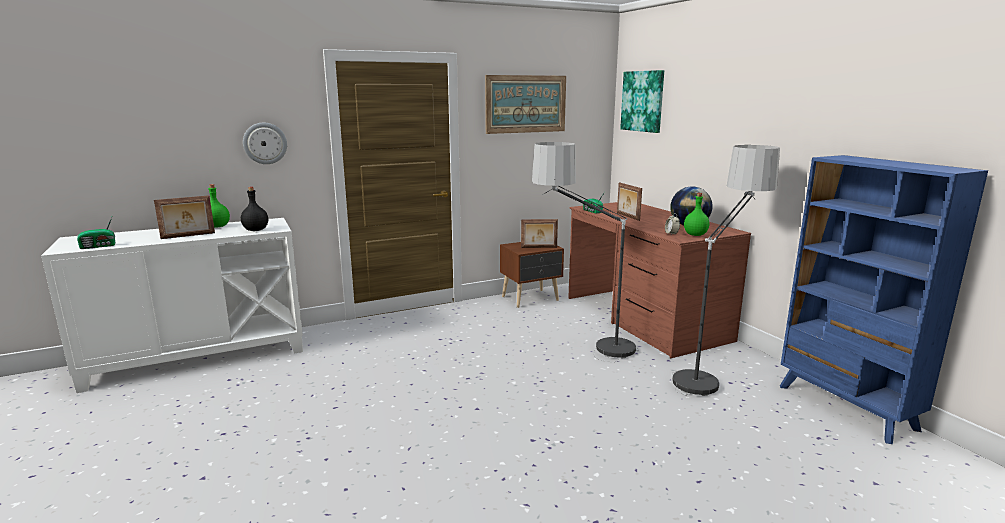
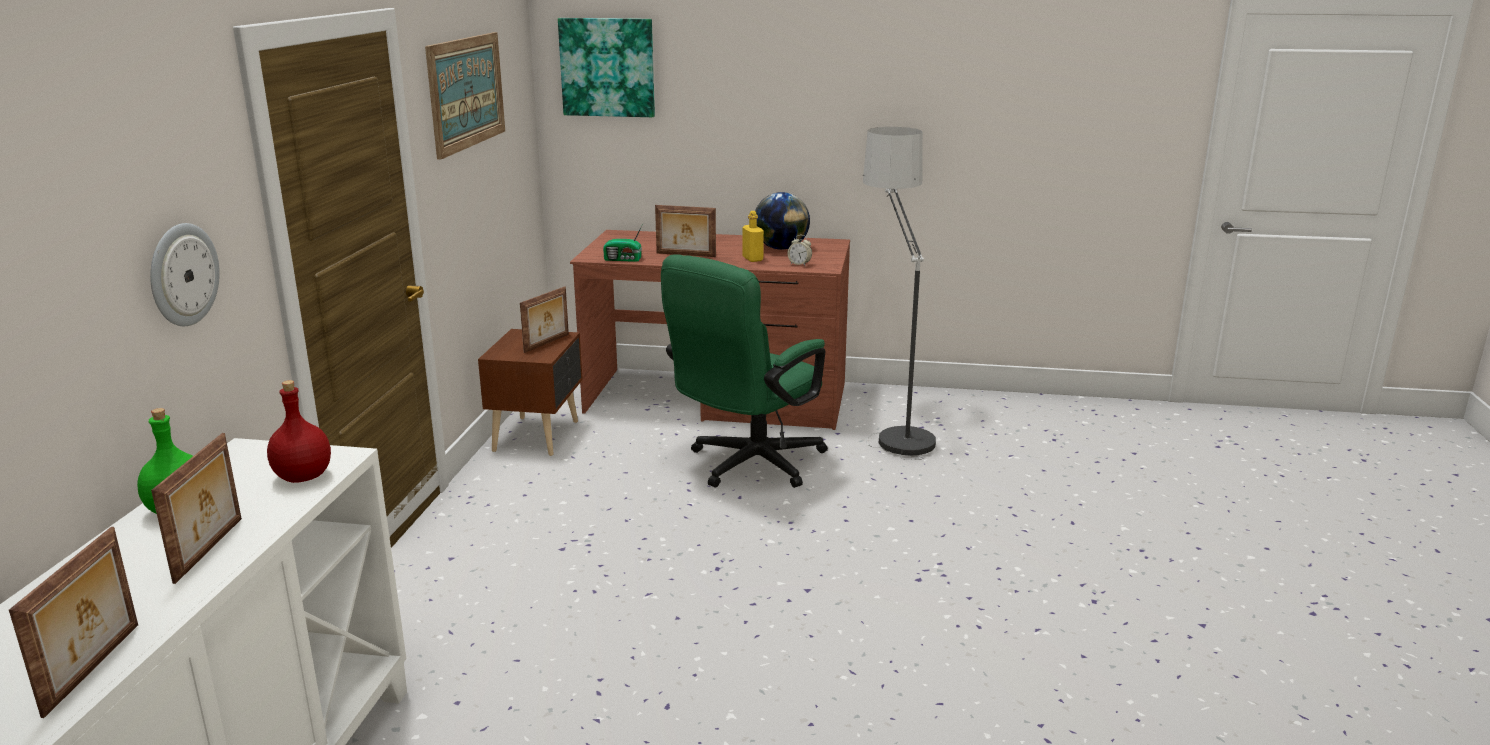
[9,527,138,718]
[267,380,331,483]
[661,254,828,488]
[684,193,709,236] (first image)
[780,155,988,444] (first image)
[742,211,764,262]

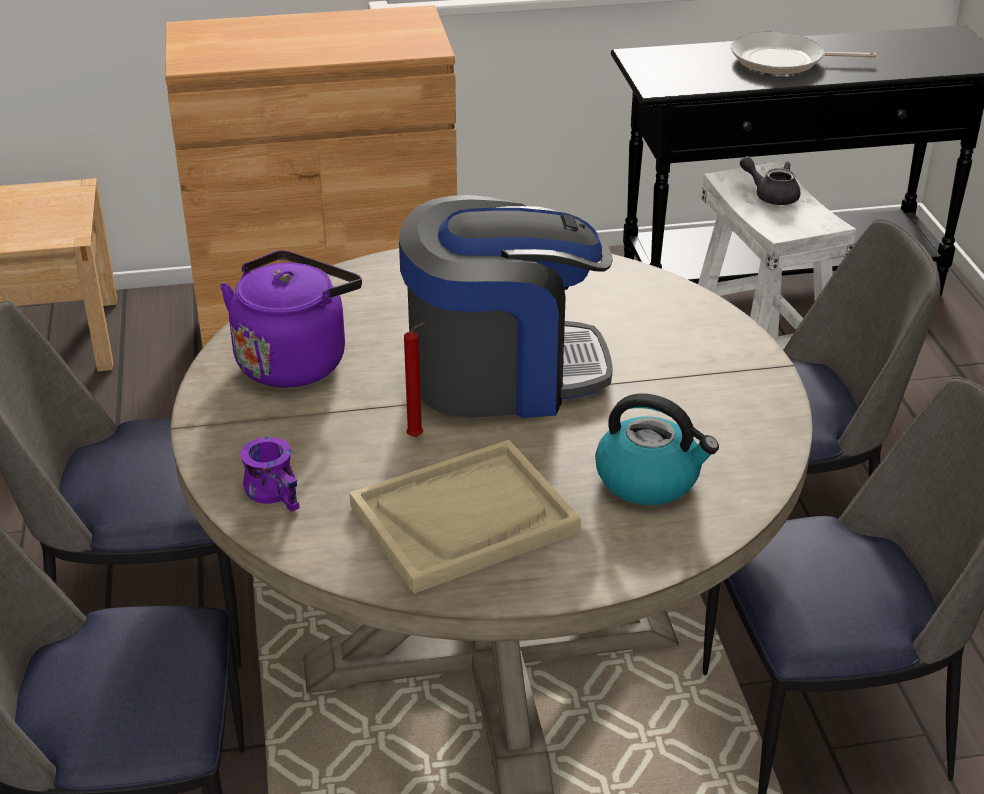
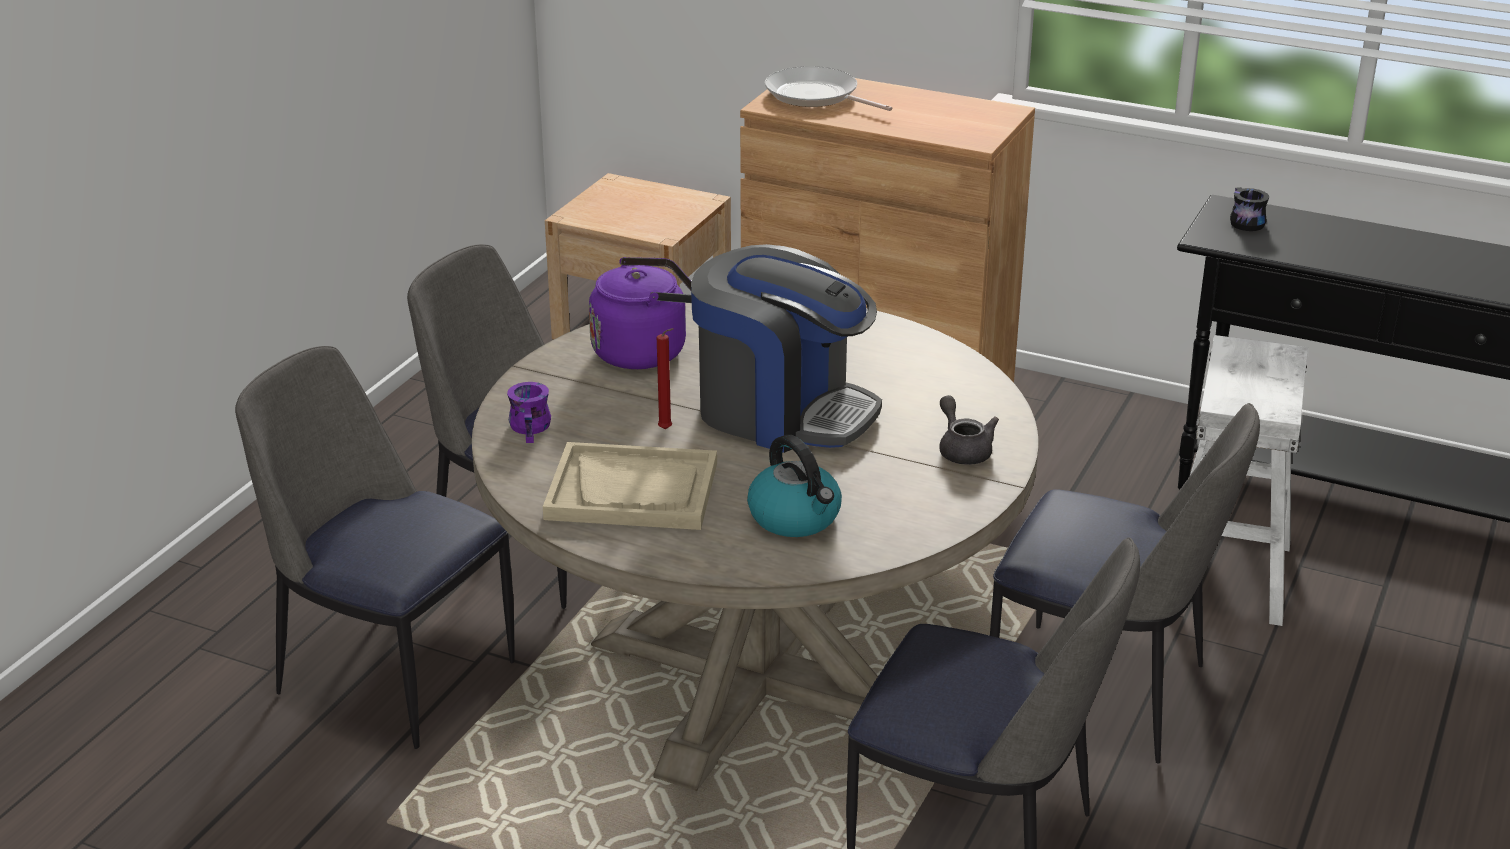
[765,66,893,111]
[939,395,999,465]
[1230,187,1269,231]

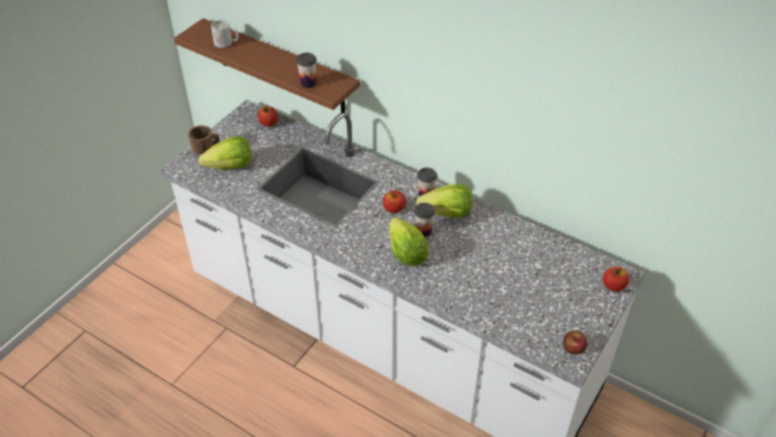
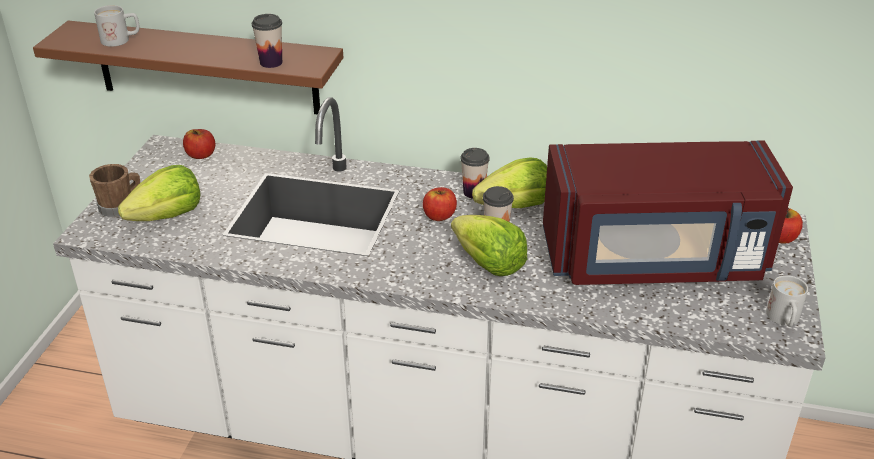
[766,275,808,327]
[543,140,793,285]

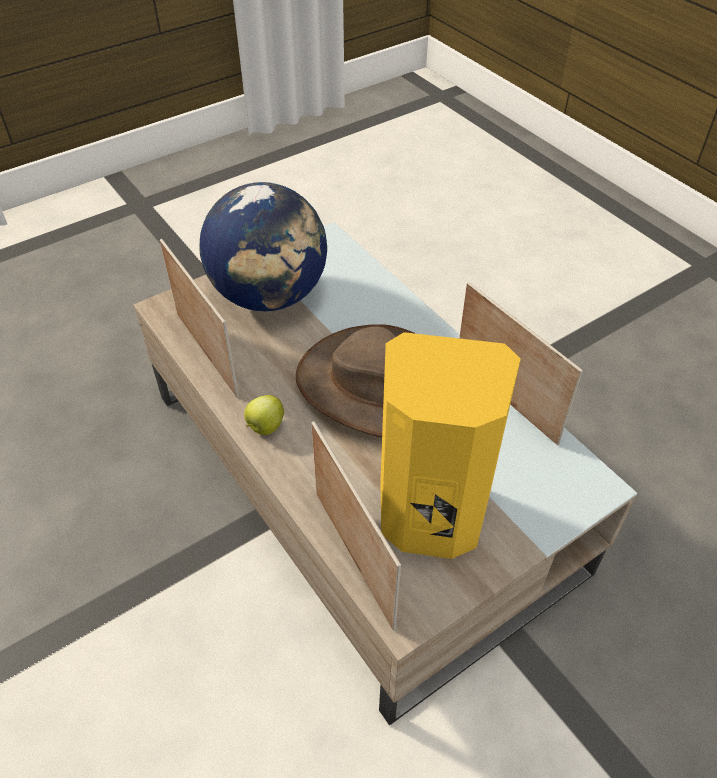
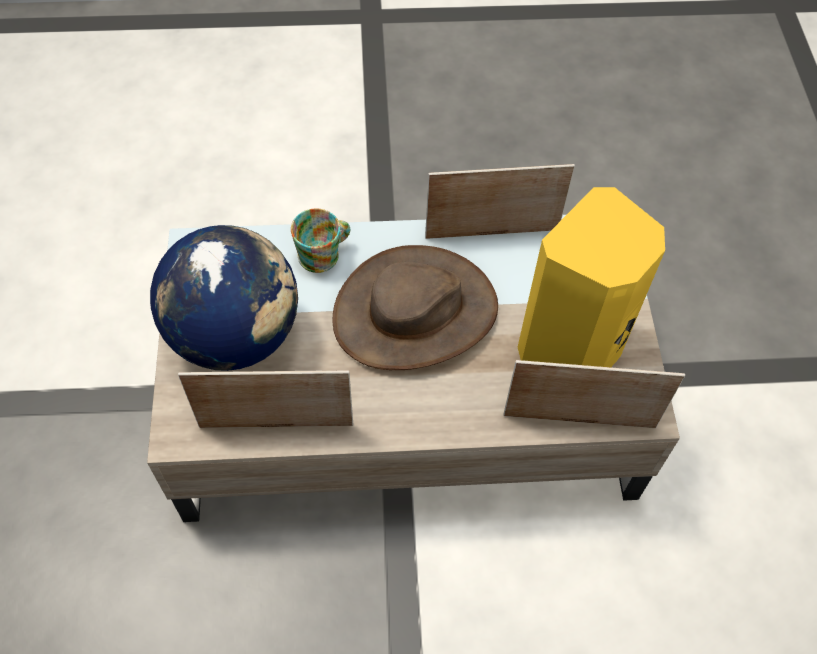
[244,395,284,435] (first image)
[291,209,350,273]

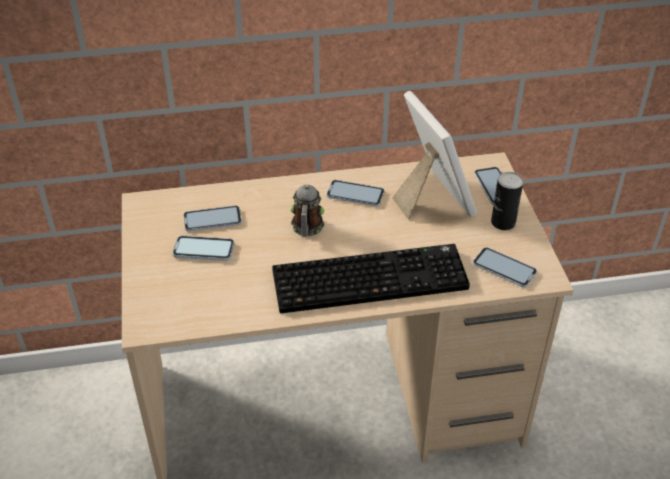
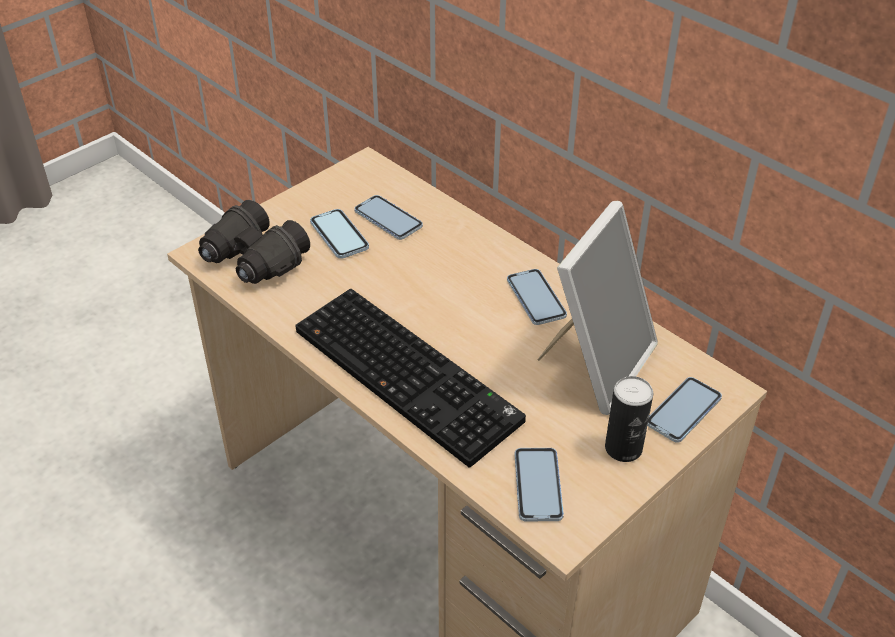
[291,185,325,237] (first image)
[198,200,310,284]

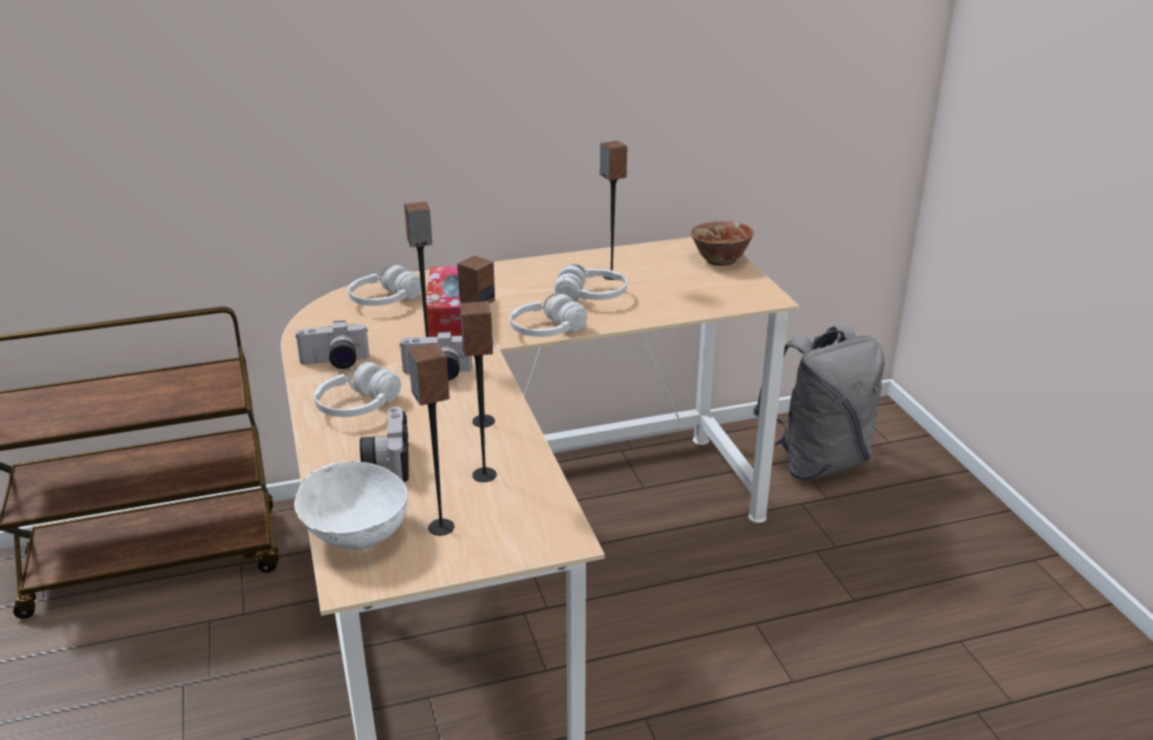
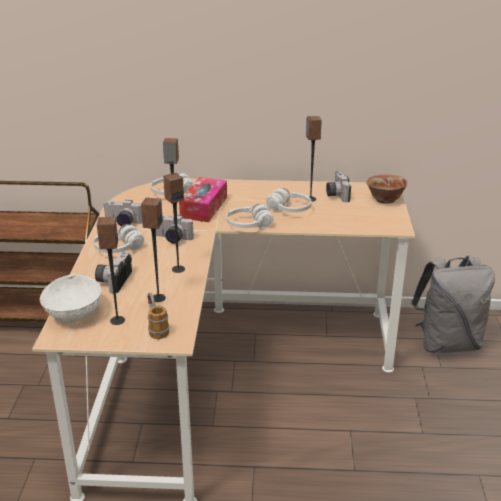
[147,292,169,339]
[326,171,351,202]

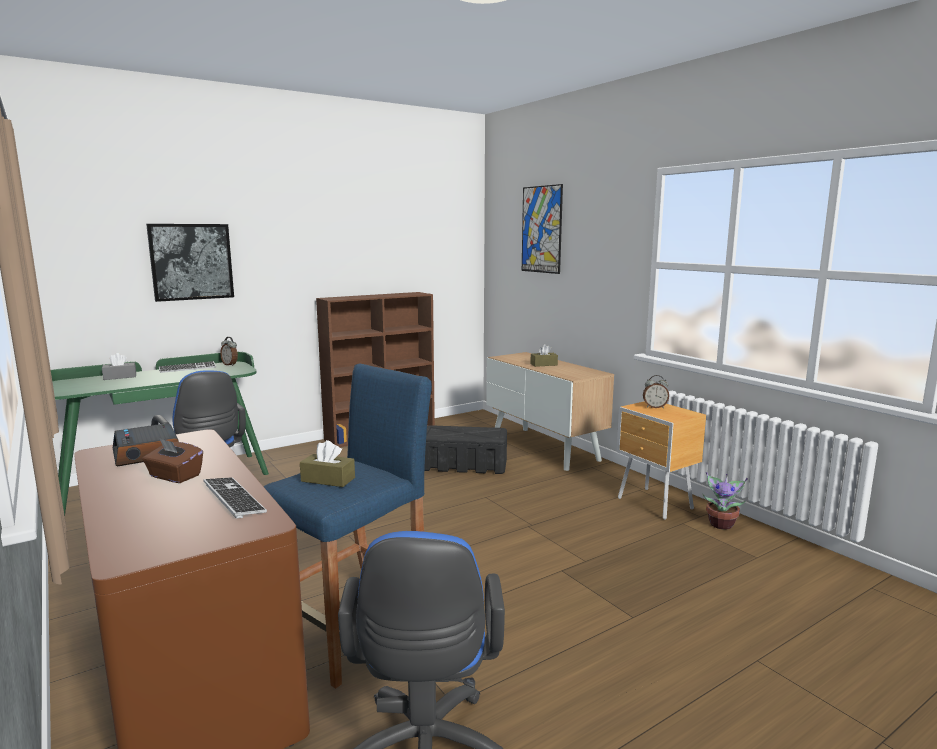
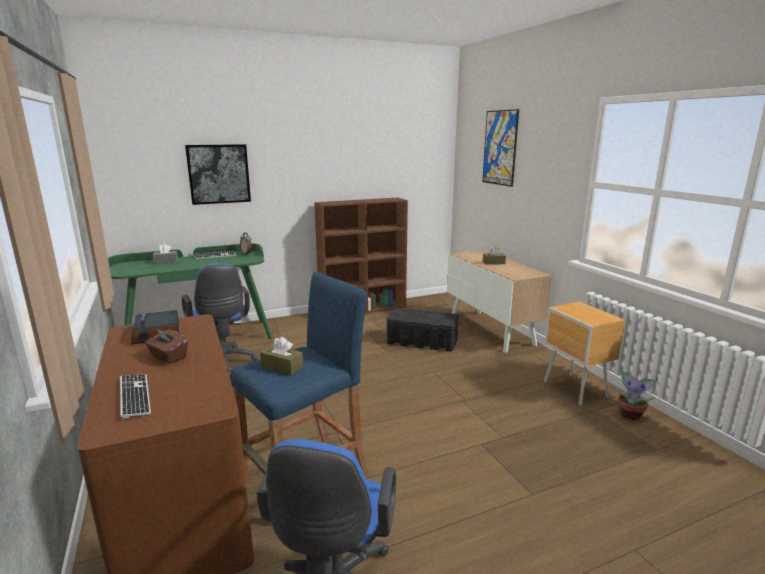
[120,374,151,419]
[643,375,669,408] (first image)

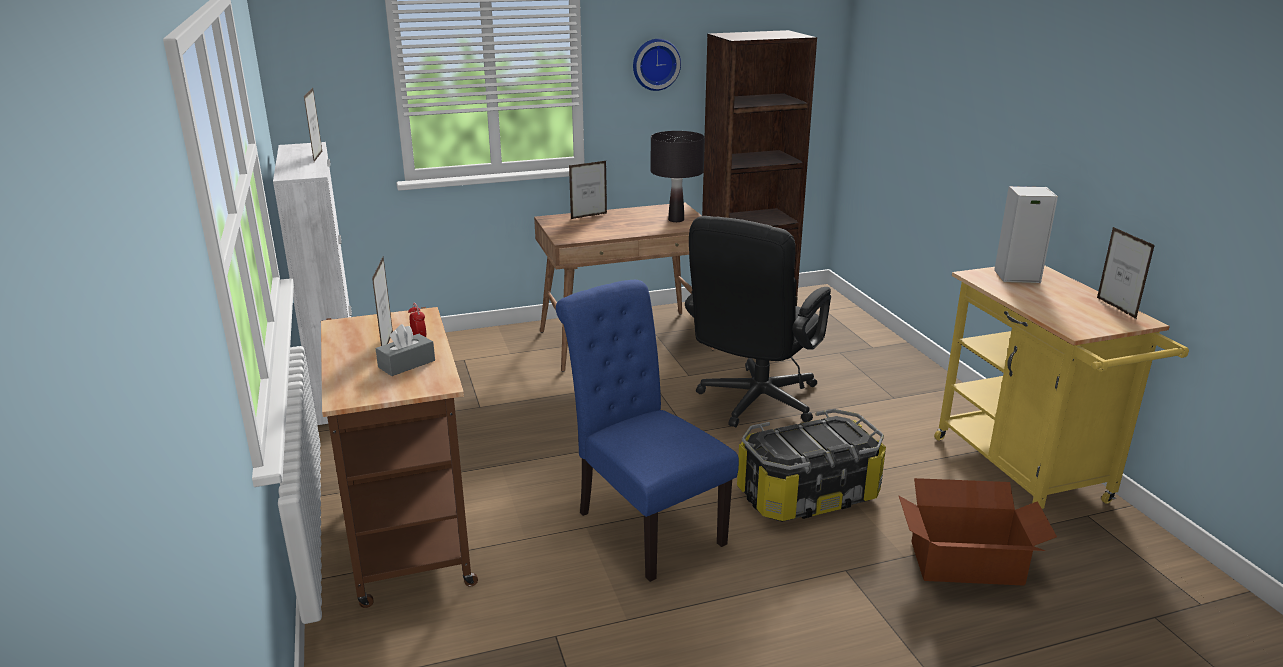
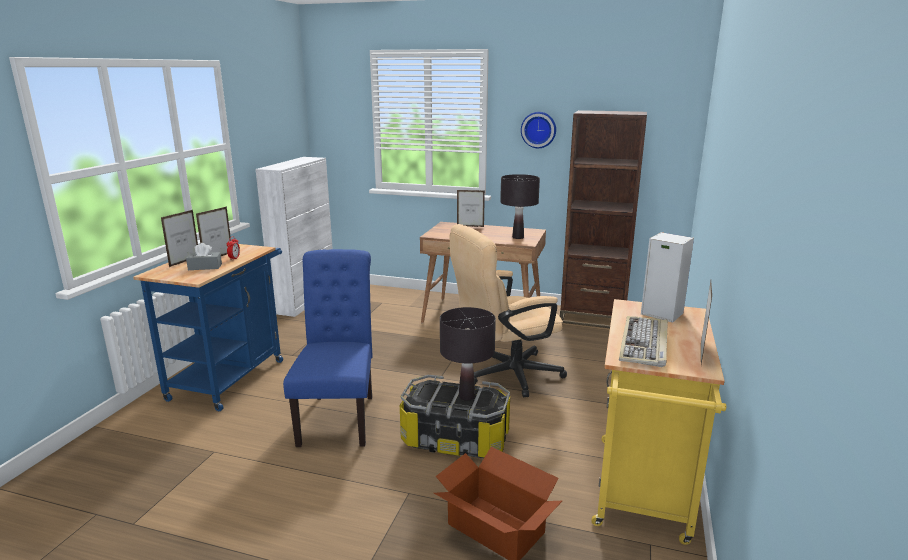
[161,210,198,267]
[133,244,283,411]
[450,224,567,397]
[440,307,496,401]
[619,316,668,367]

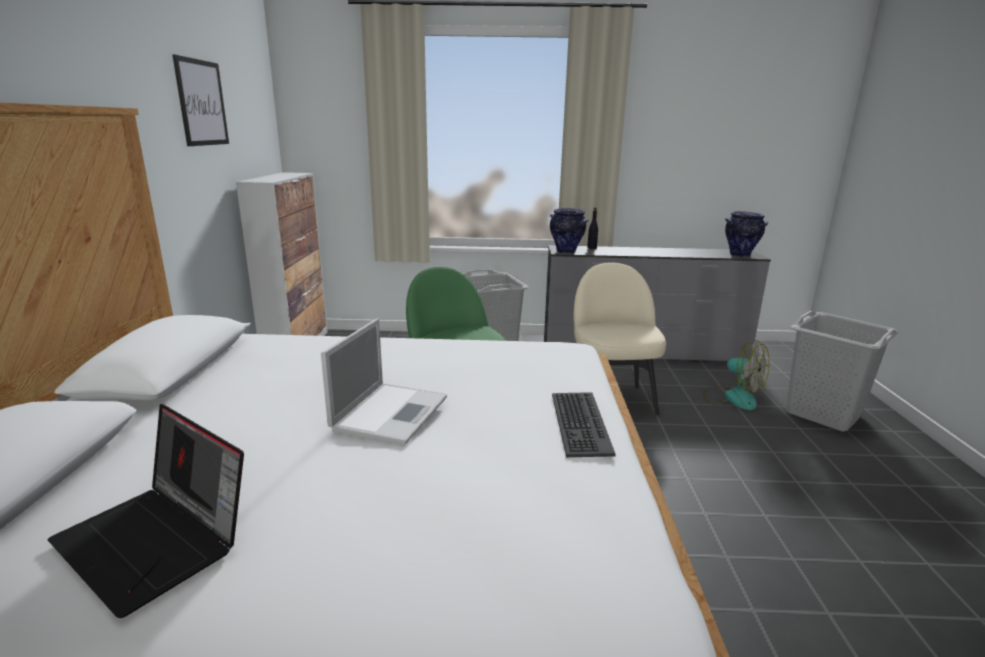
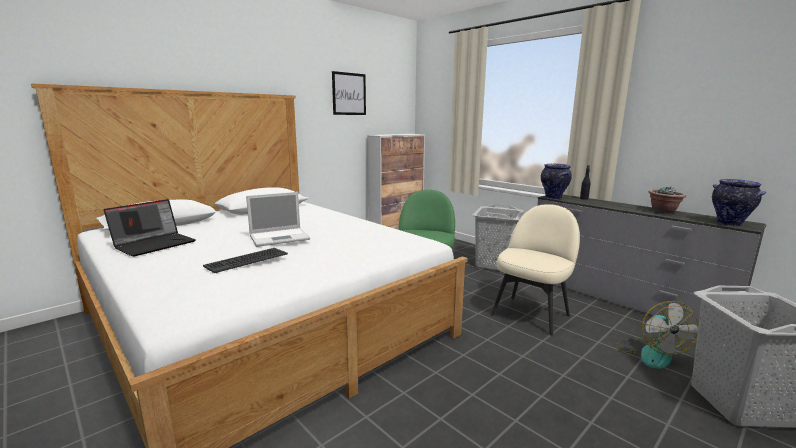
[104,199,196,257]
[203,248,288,273]
[649,187,686,214]

